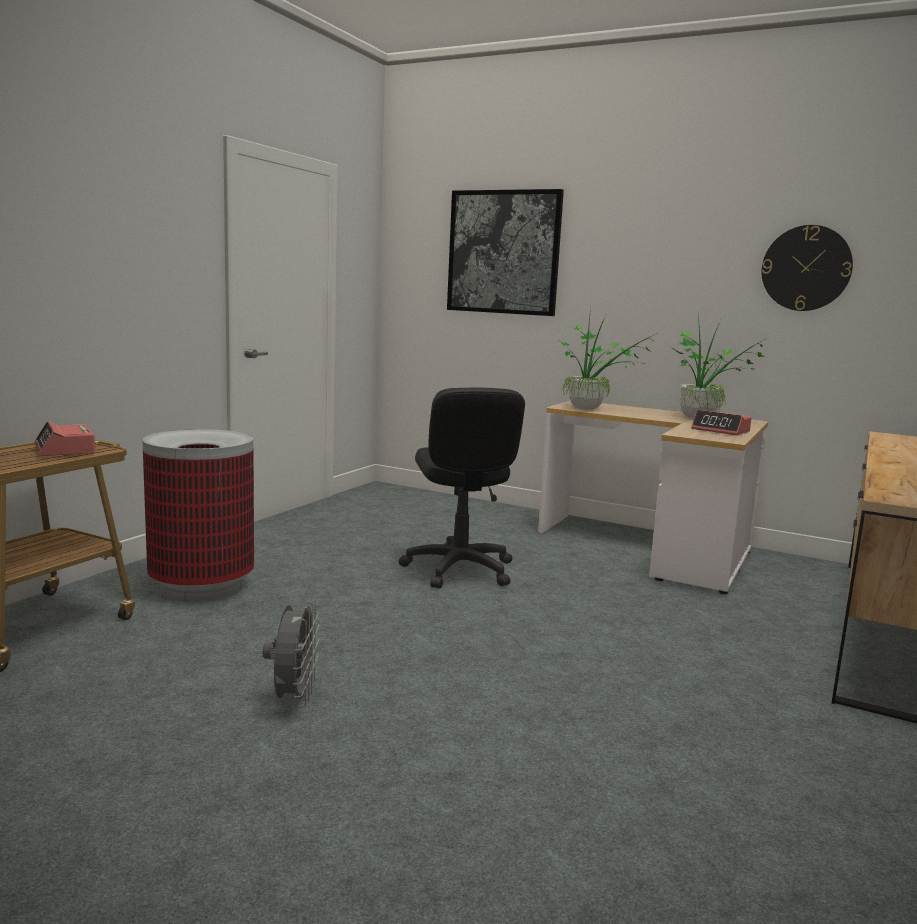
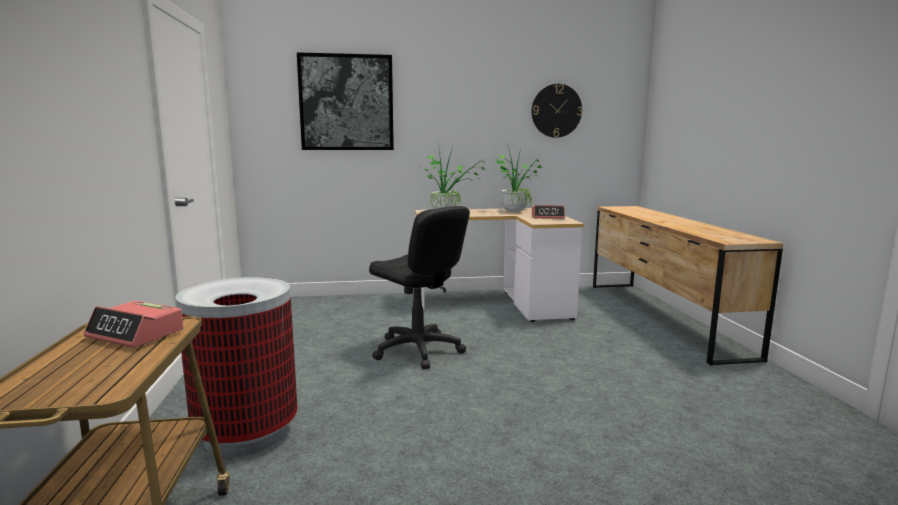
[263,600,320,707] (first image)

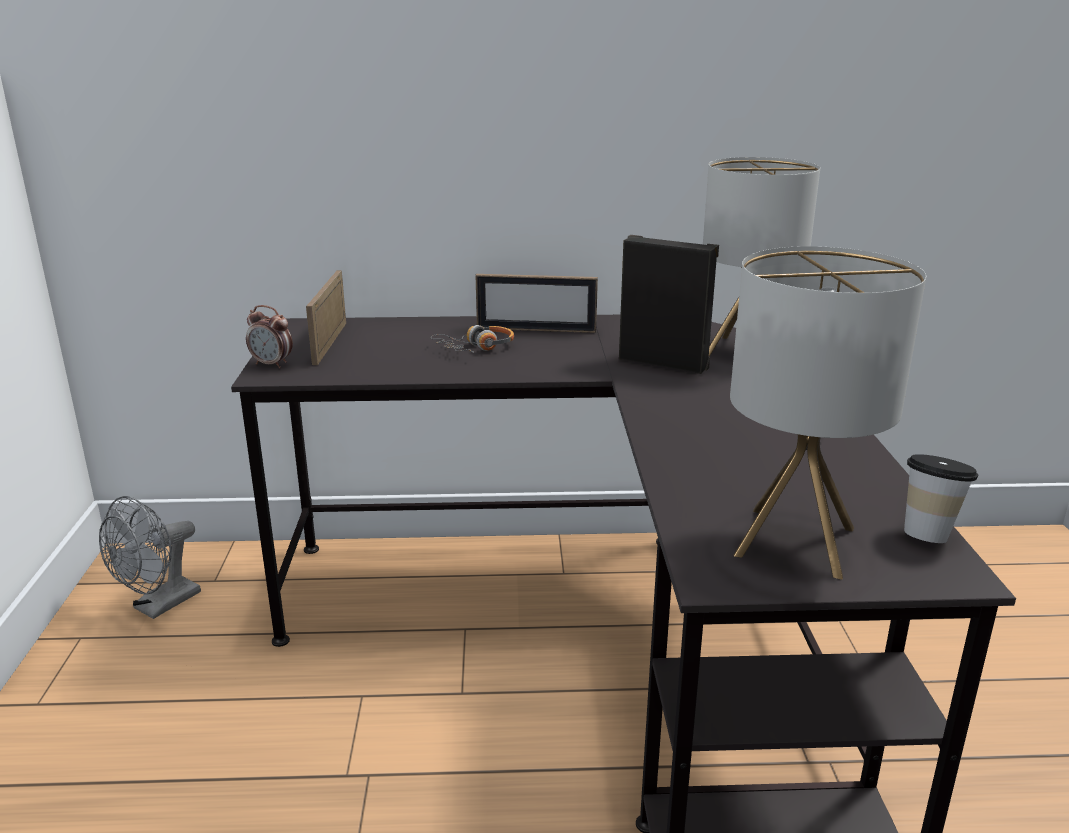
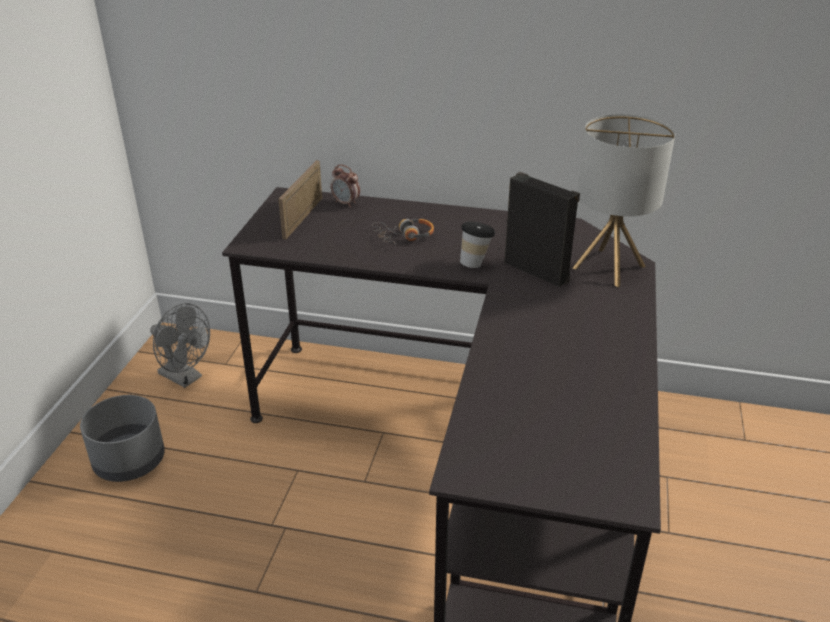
[150,303,210,388]
[331,164,360,207]
[475,274,598,333] (first image)
[730,246,926,580] (first image)
[460,222,495,268]
[80,395,165,482]

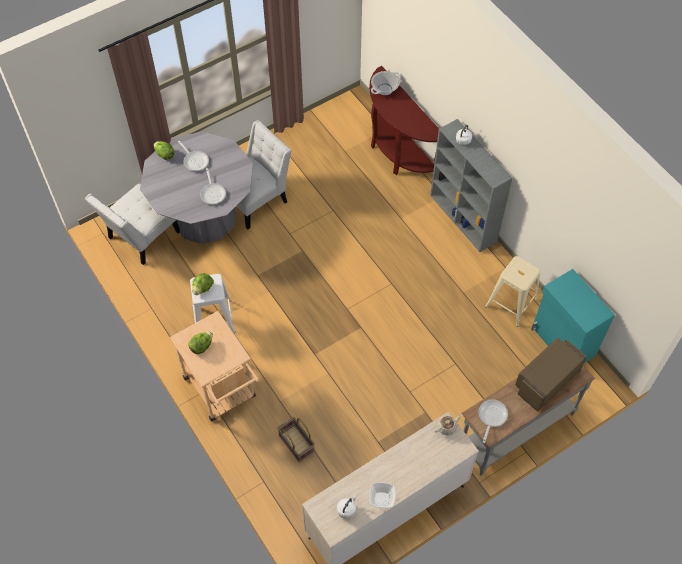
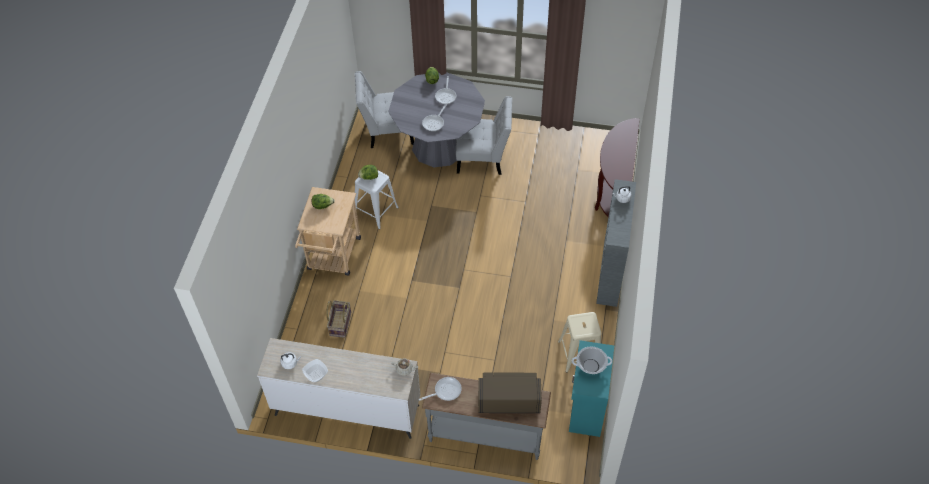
[572,347,612,374]

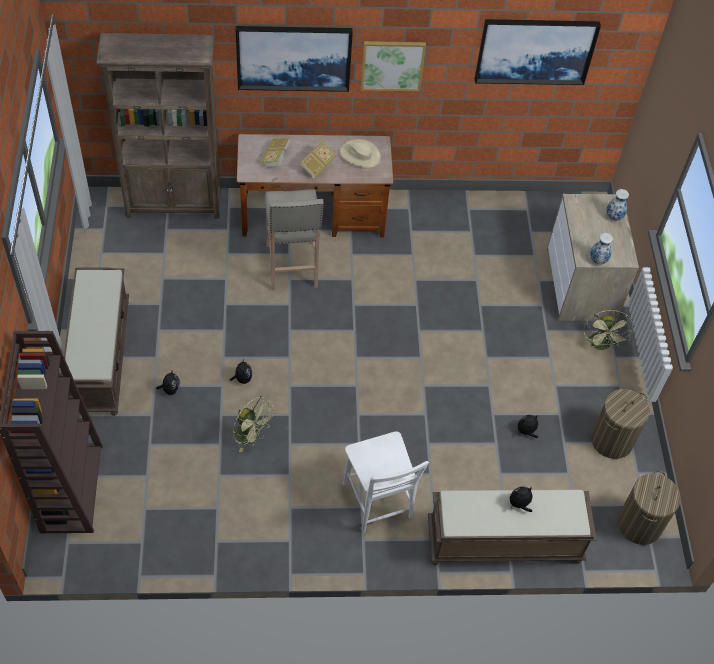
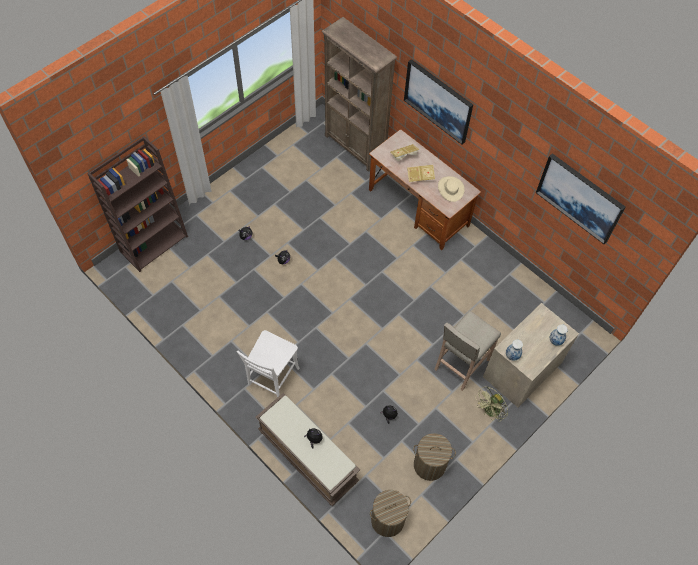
[61,267,129,416] (first image)
[233,396,275,453] (first image)
[434,311,501,391]
[361,41,426,91] (first image)

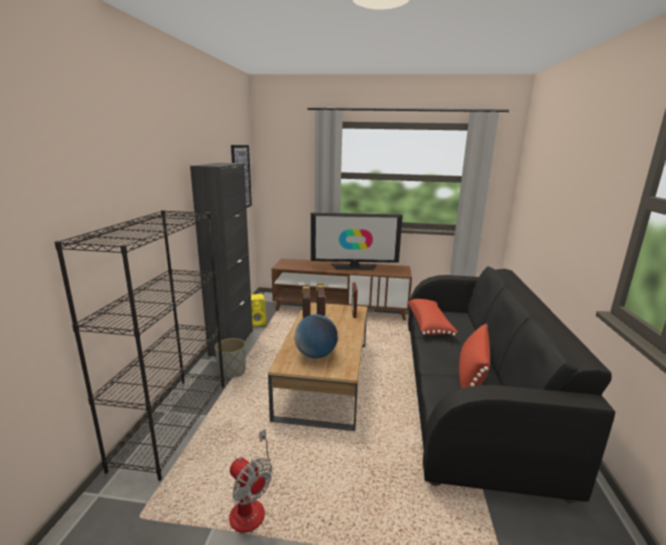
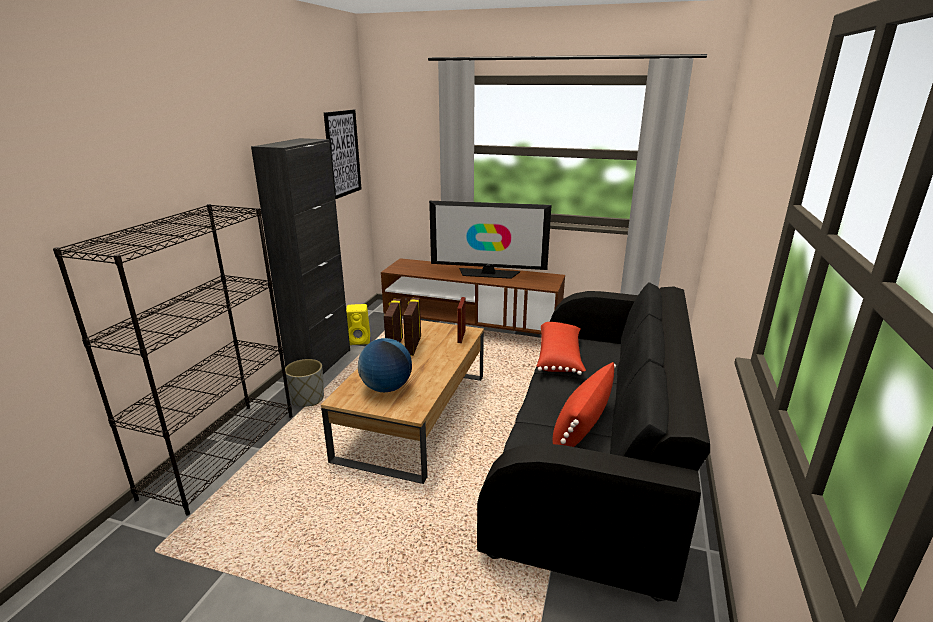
[229,429,273,534] (first image)

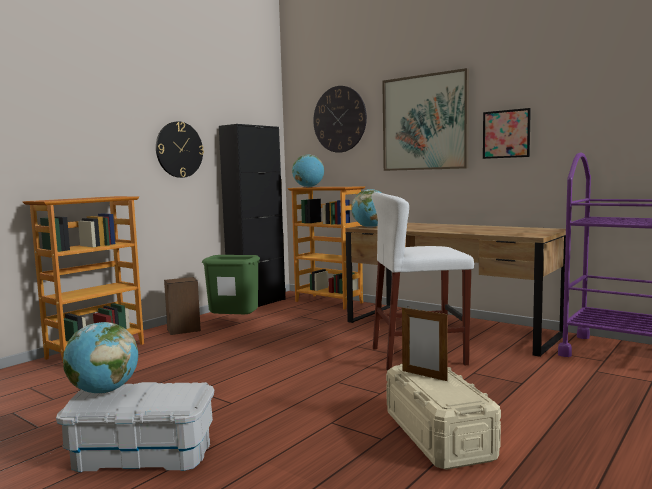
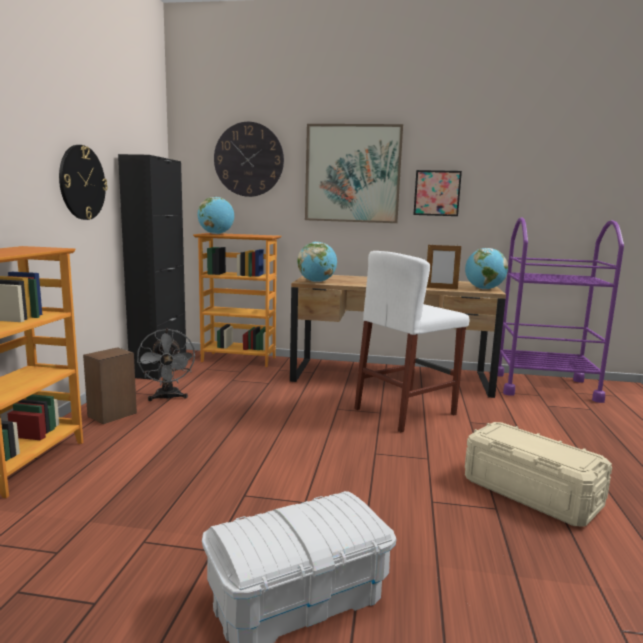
[465,248,508,290]
[137,328,195,401]
[427,244,461,289]

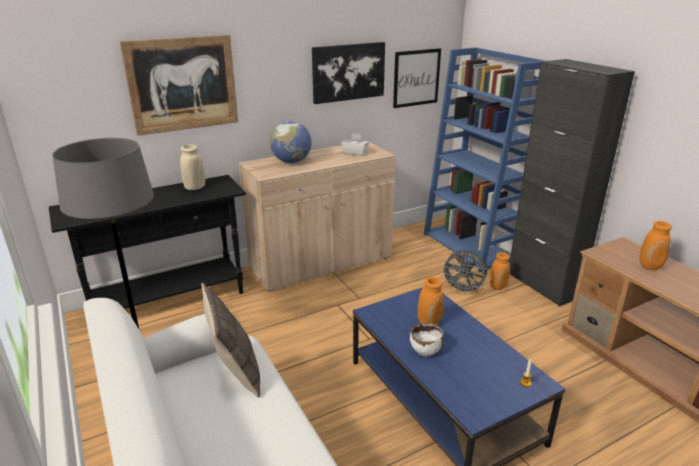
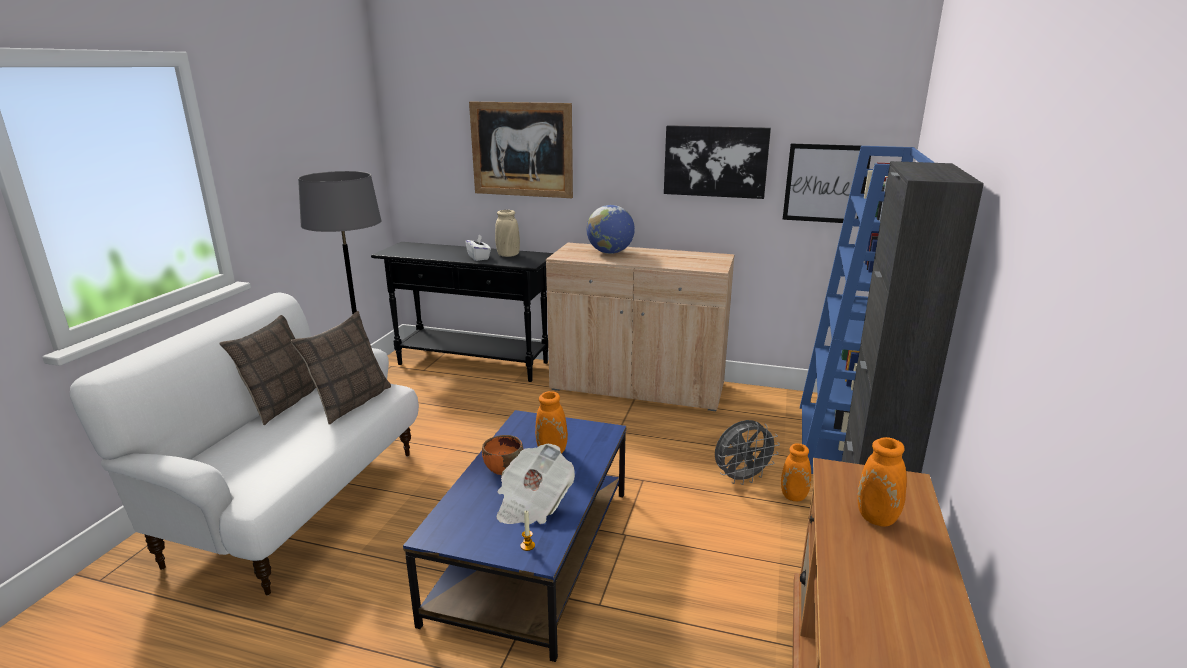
[465,235,491,261]
[482,435,523,475]
[715,420,780,485]
[219,315,316,425]
[497,444,575,524]

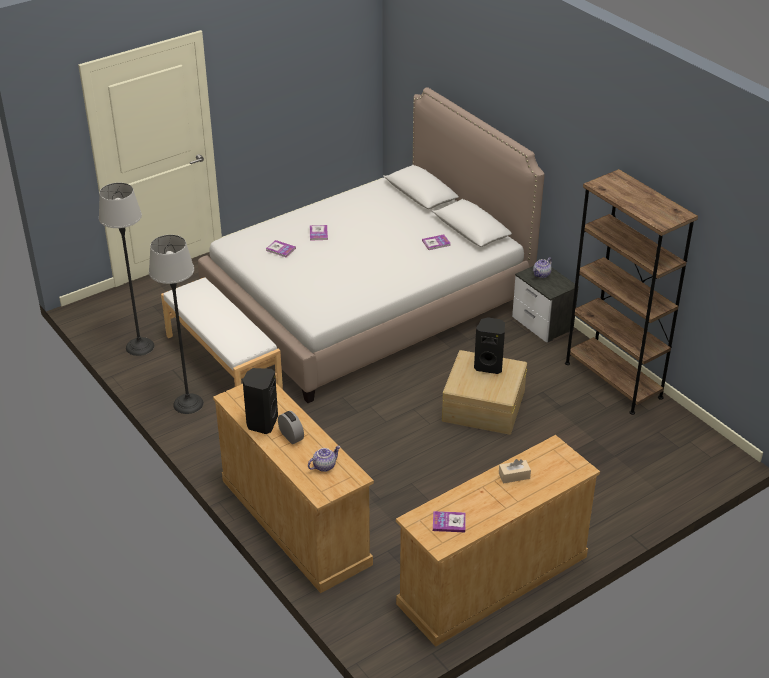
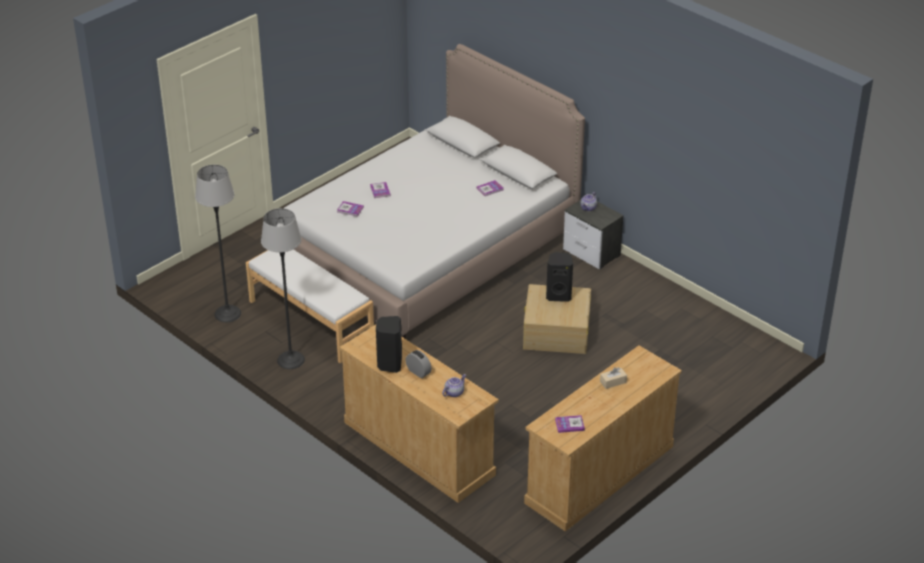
[565,169,698,415] (first image)

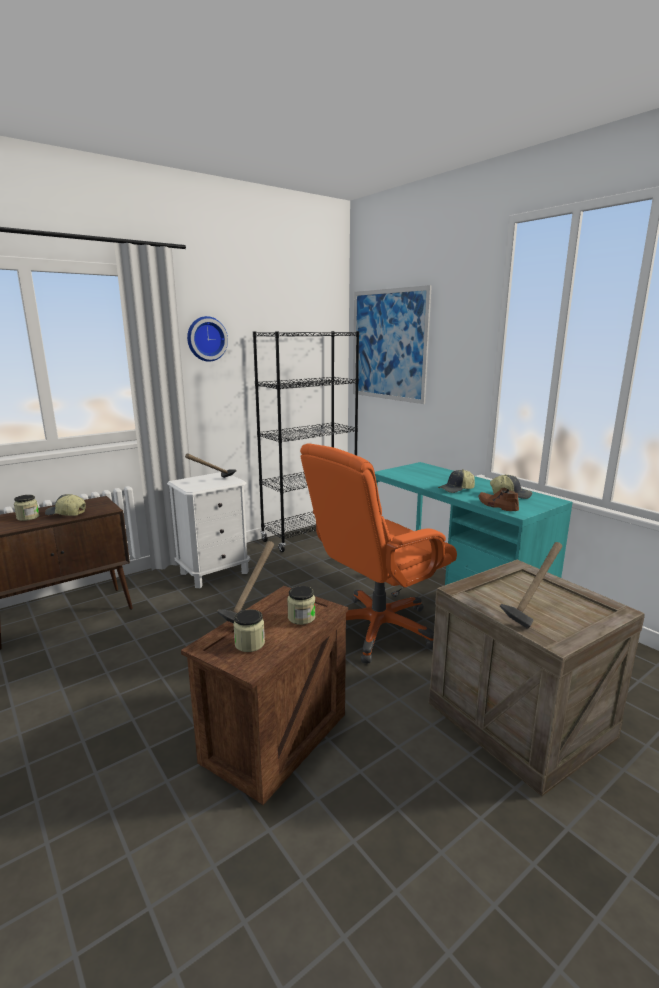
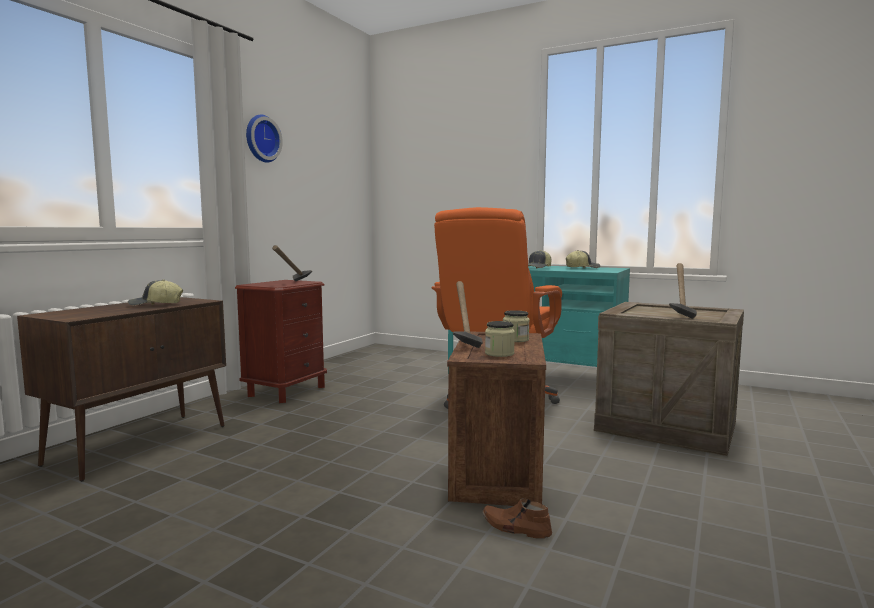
[14,495,39,521] (first image)
[235,280,327,403]
[253,331,359,552] (first image)
[353,285,432,404] (first image)
[482,498,552,538]

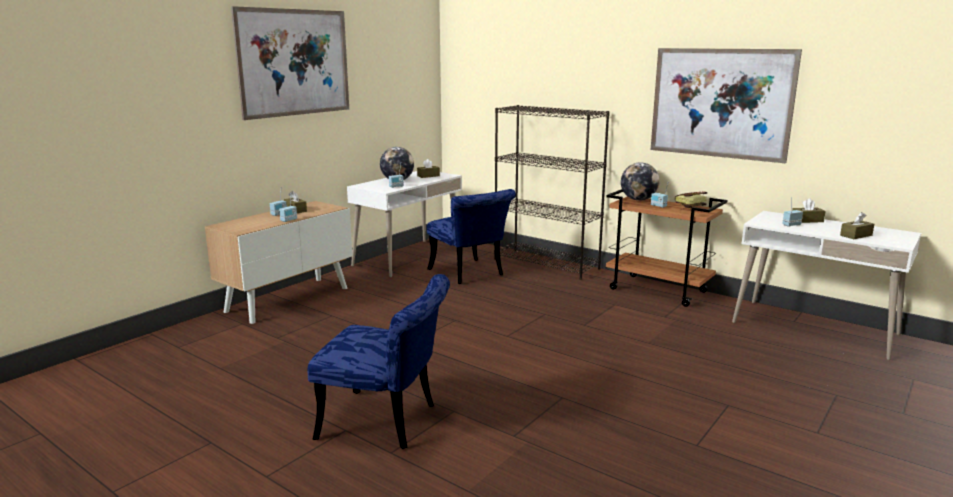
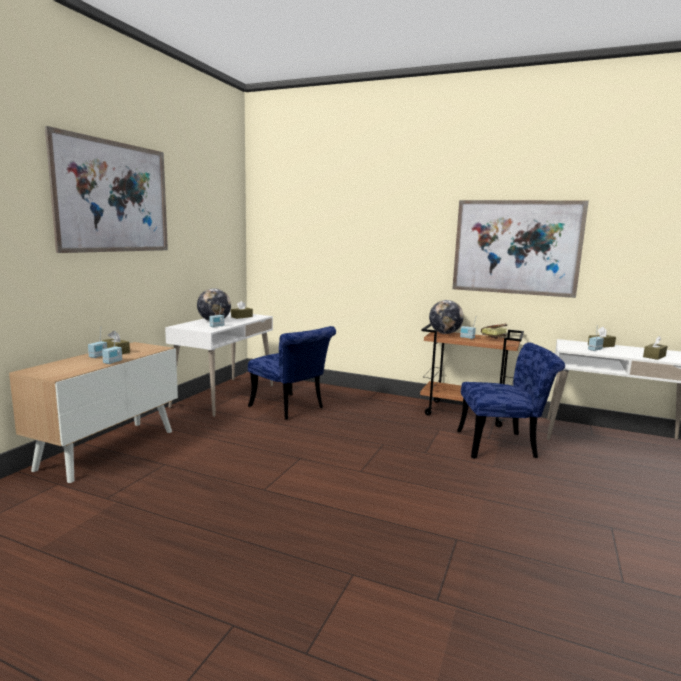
[457,343,565,459]
[494,105,610,280] (first image)

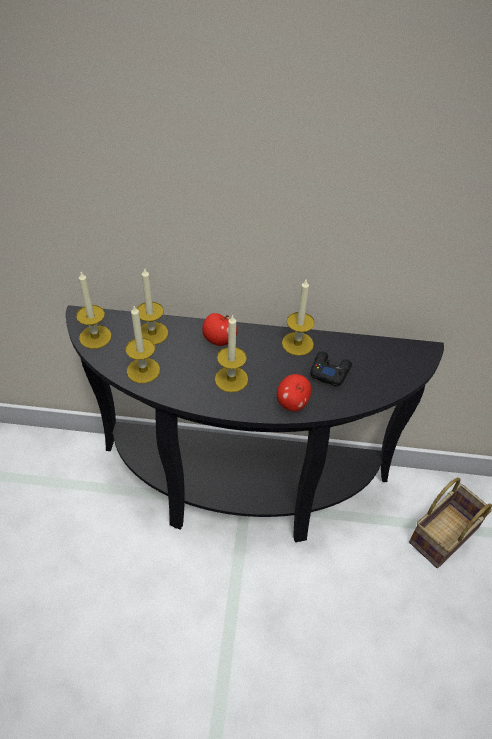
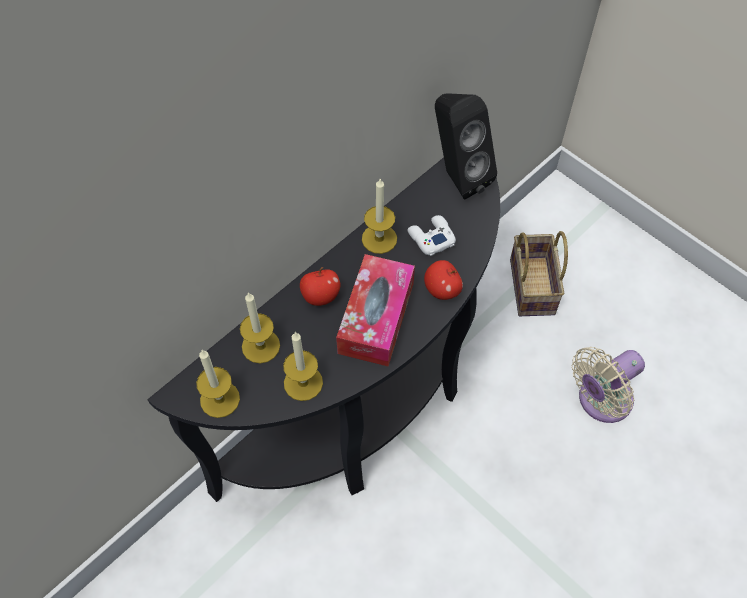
[336,254,415,367]
[408,215,456,256]
[435,93,497,199]
[572,347,645,423]

